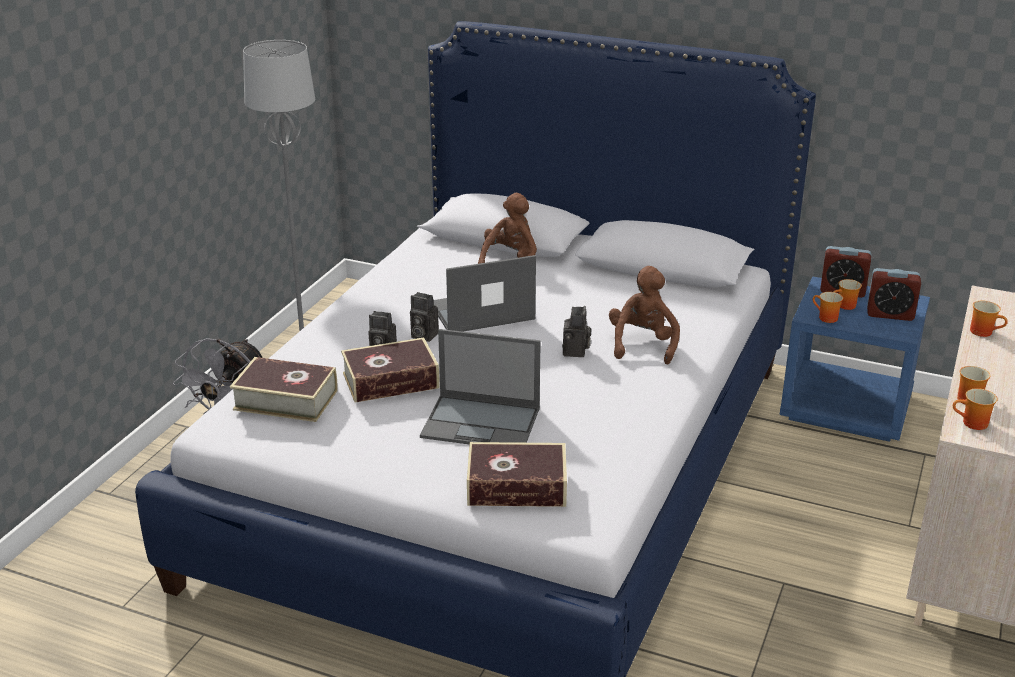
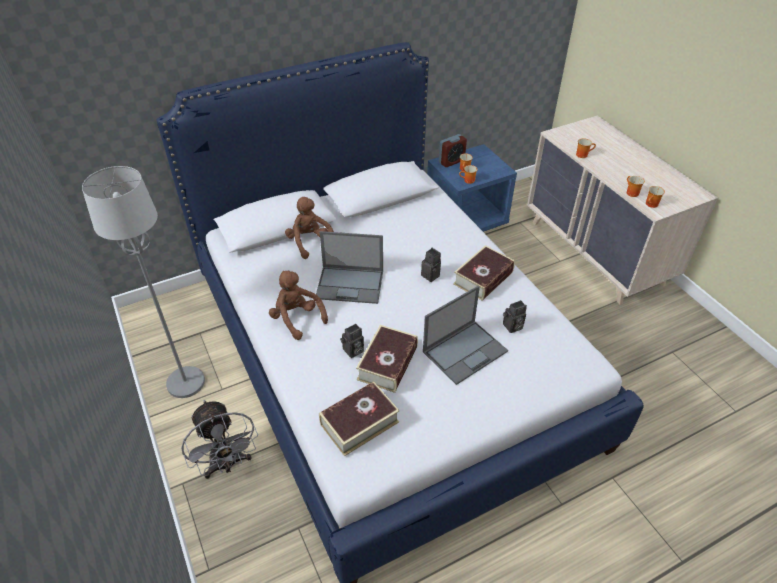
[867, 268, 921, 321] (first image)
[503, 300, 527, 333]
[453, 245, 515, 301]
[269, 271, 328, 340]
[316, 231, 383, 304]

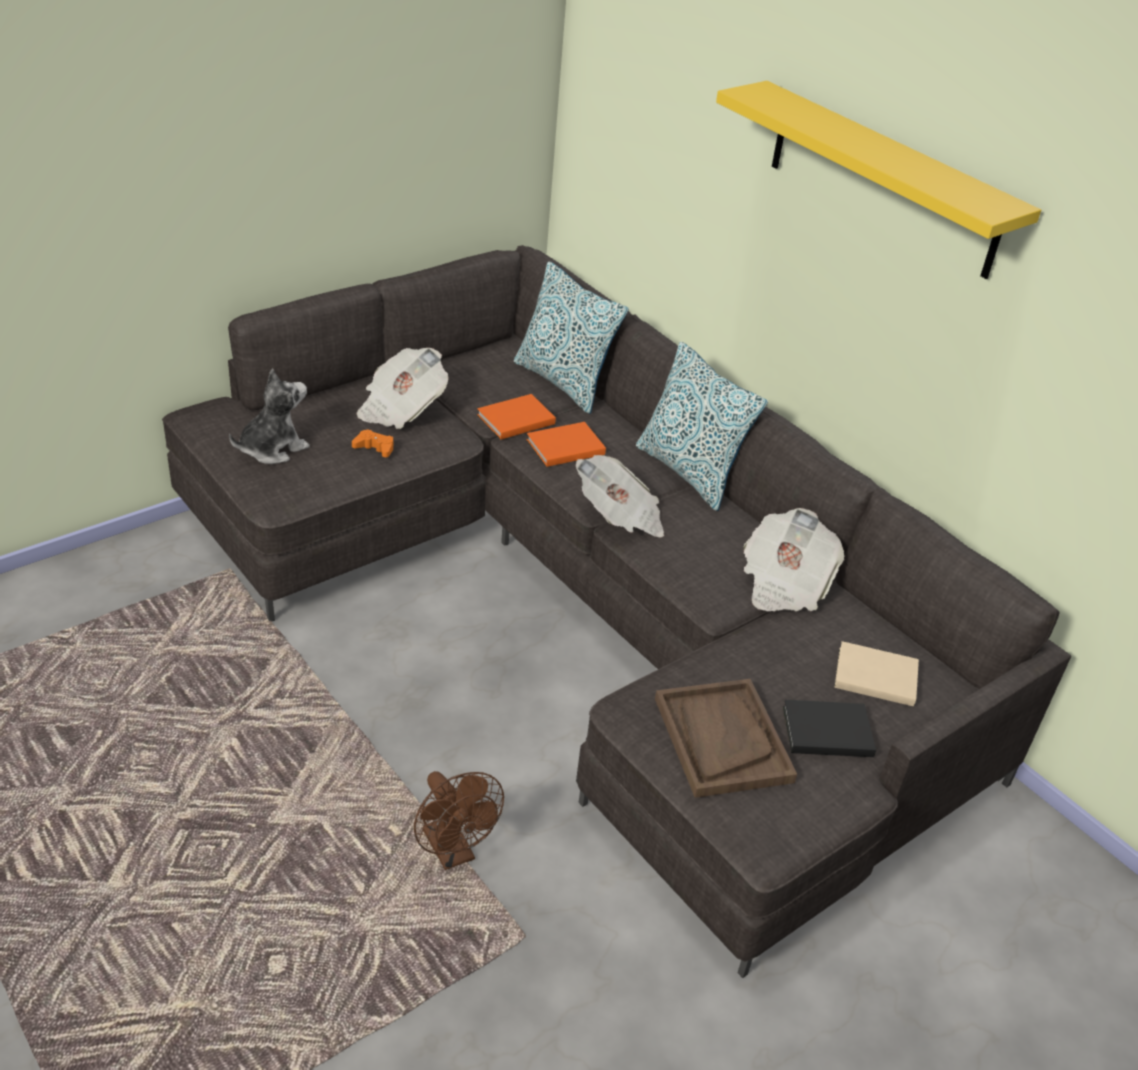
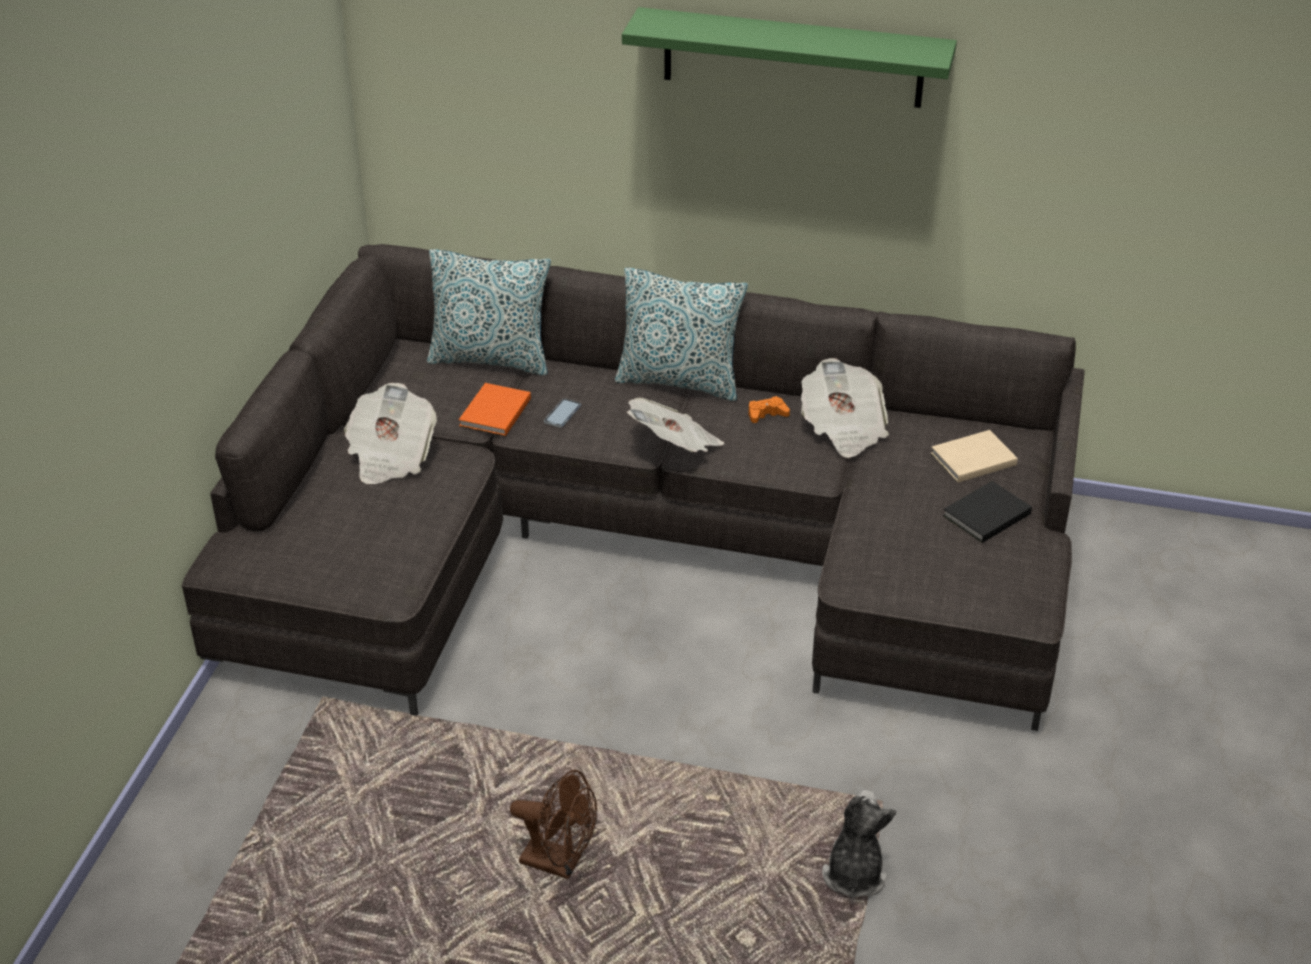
[655, 679, 797, 798] (first image)
[822, 790, 896, 898]
[748, 396, 790, 423]
[510, 770, 597, 879]
[544, 398, 581, 428]
[622, 7, 957, 108]

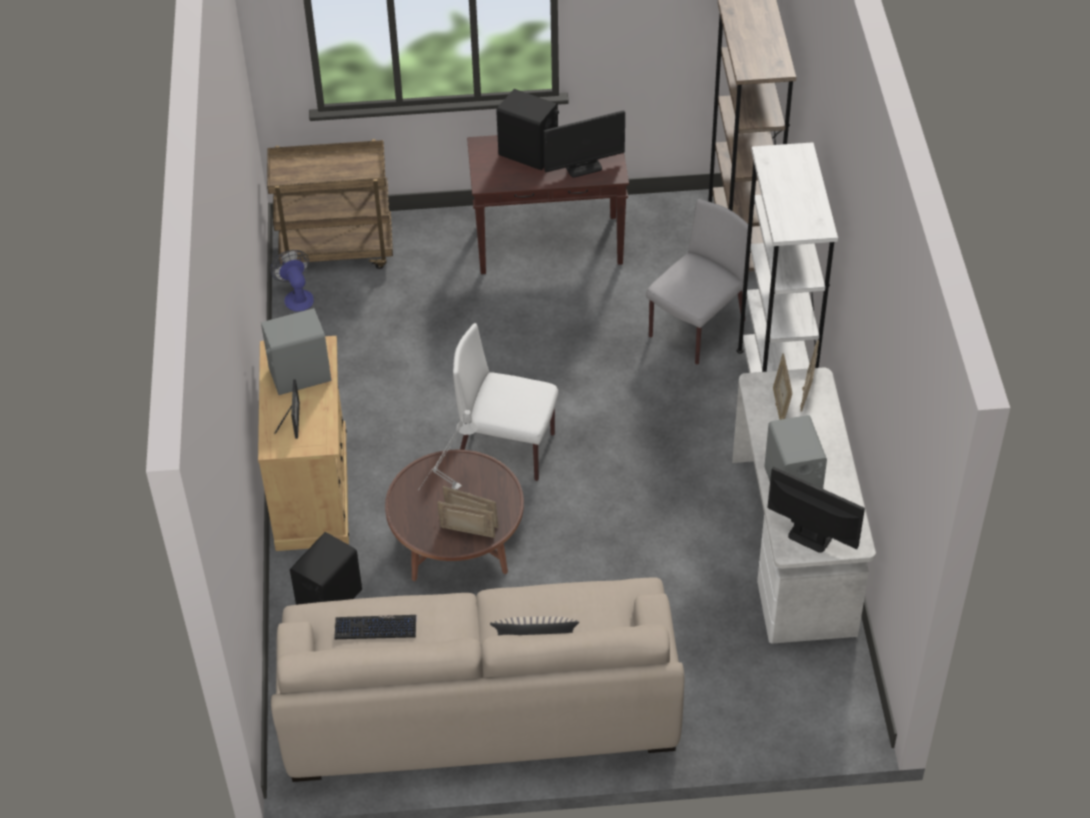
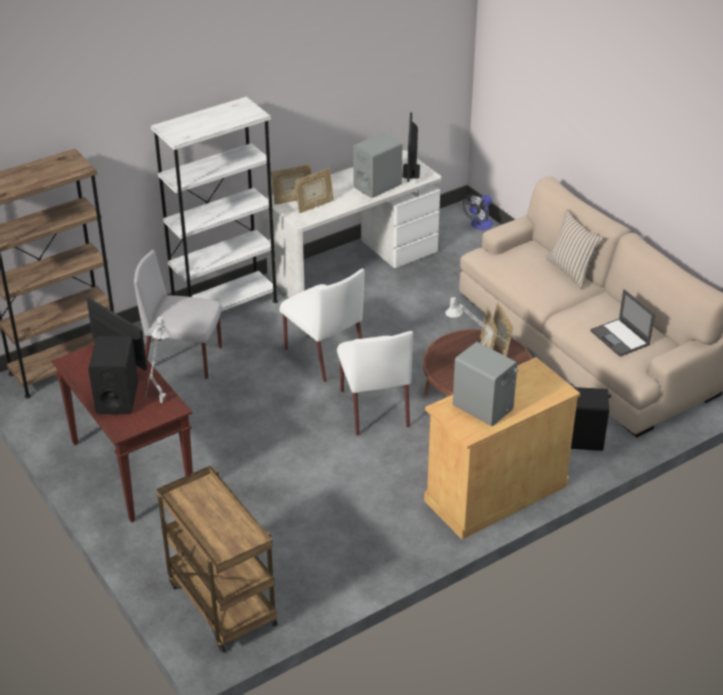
[274, 379, 300, 439] (first image)
[145, 317, 171, 403]
[279, 269, 365, 382]
[463, 195, 493, 230]
[590, 289, 655, 357]

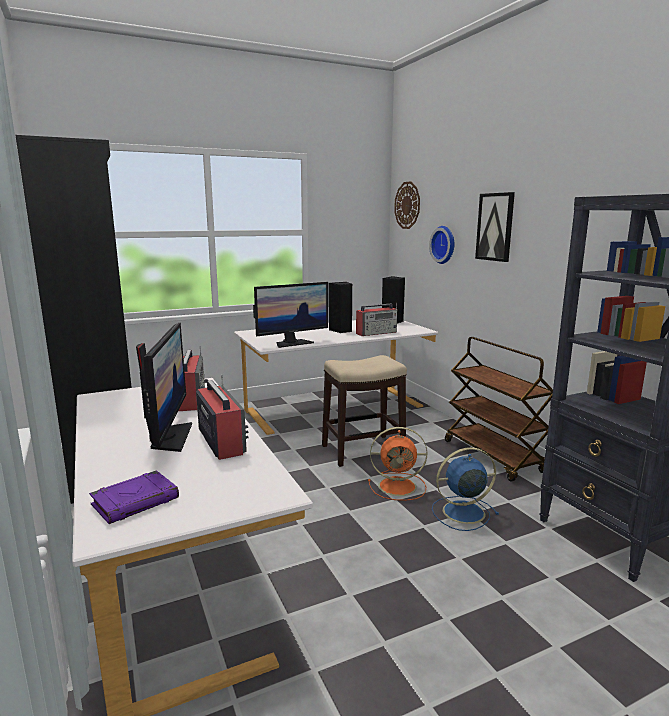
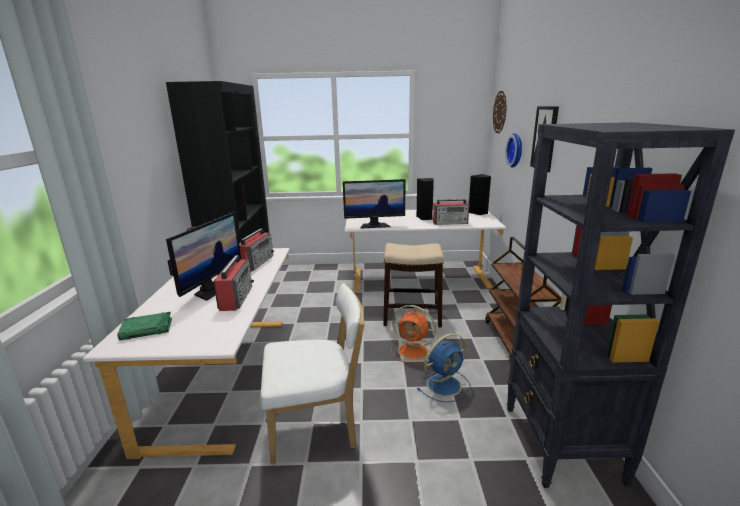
[260, 283, 365, 464]
[117, 312, 172, 340]
[417, 333, 471, 402]

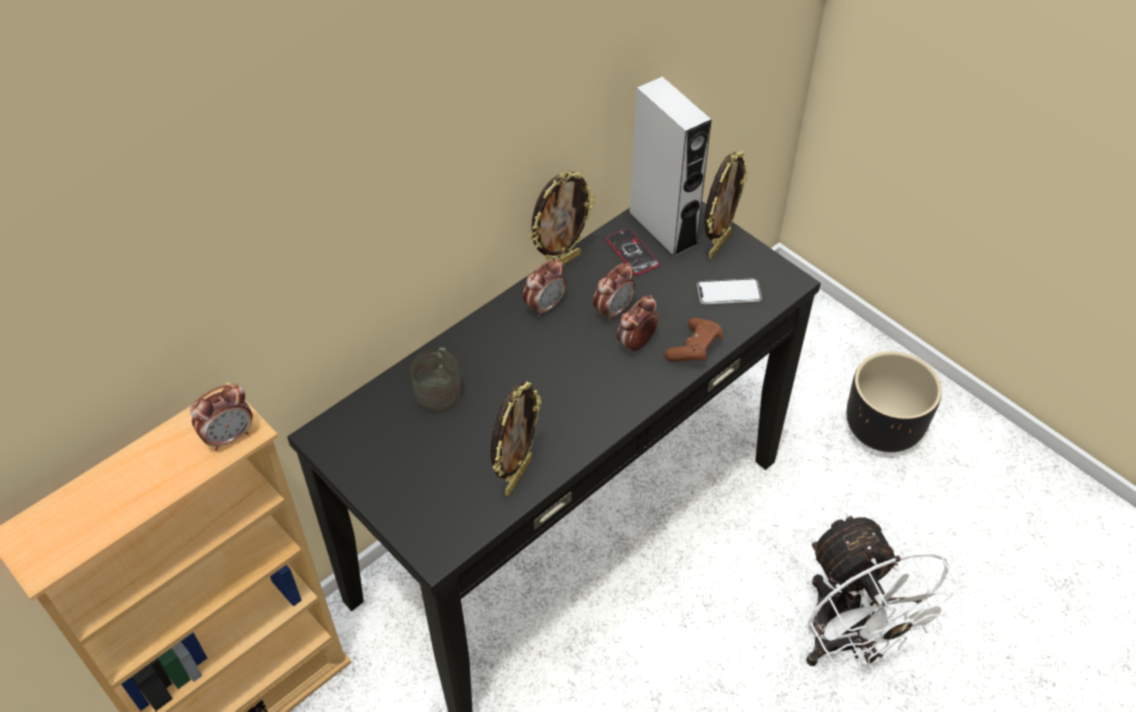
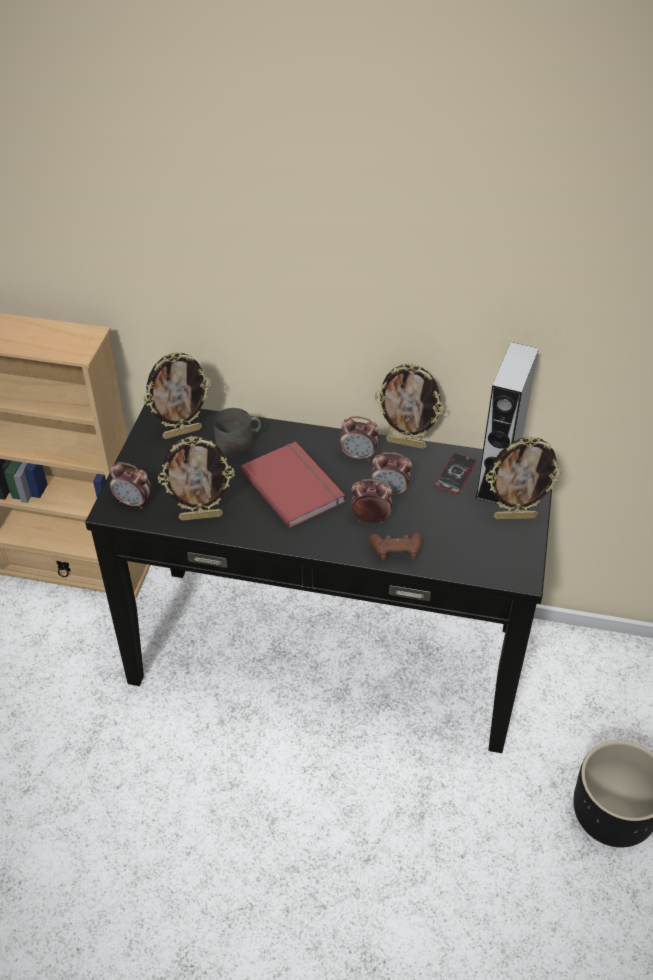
[697, 278, 762, 305] (first image)
[806, 512, 963, 667] (first image)
[143, 352, 211, 439]
[241, 441, 345, 528]
[110, 462, 152, 509]

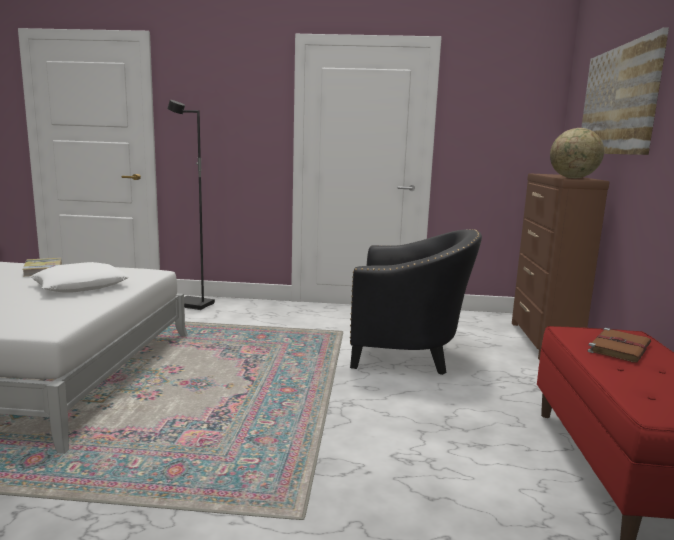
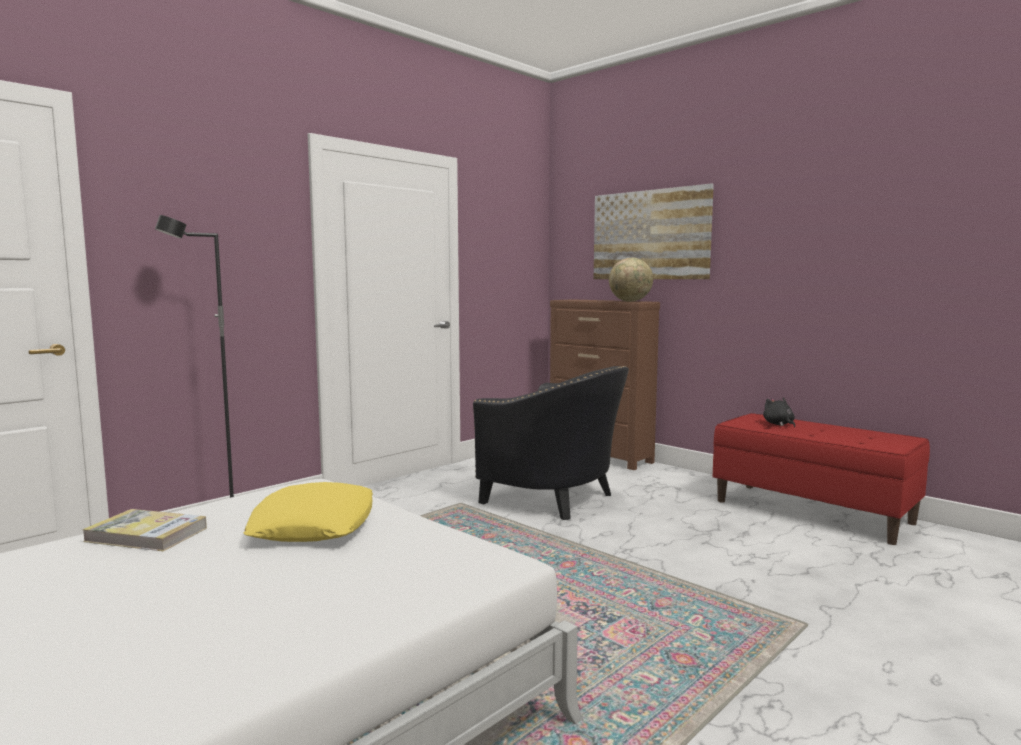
[763, 398, 795, 427]
[243, 482, 373, 542]
[473, 366, 629, 520]

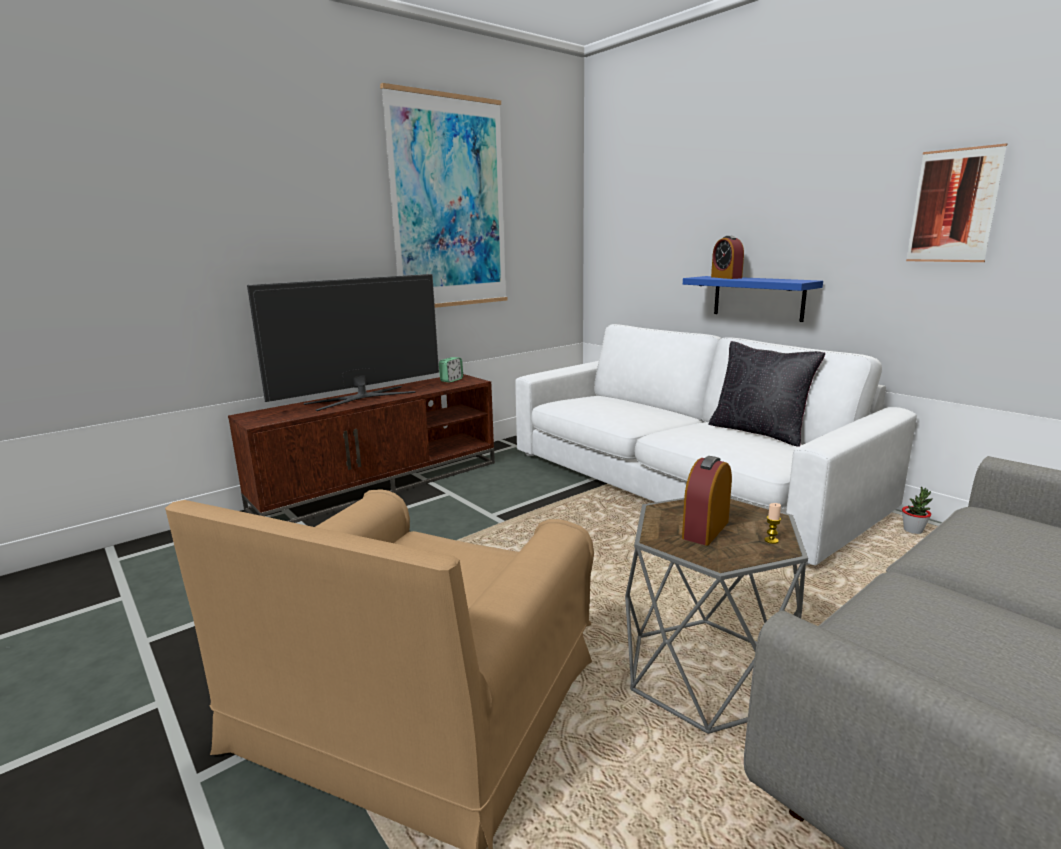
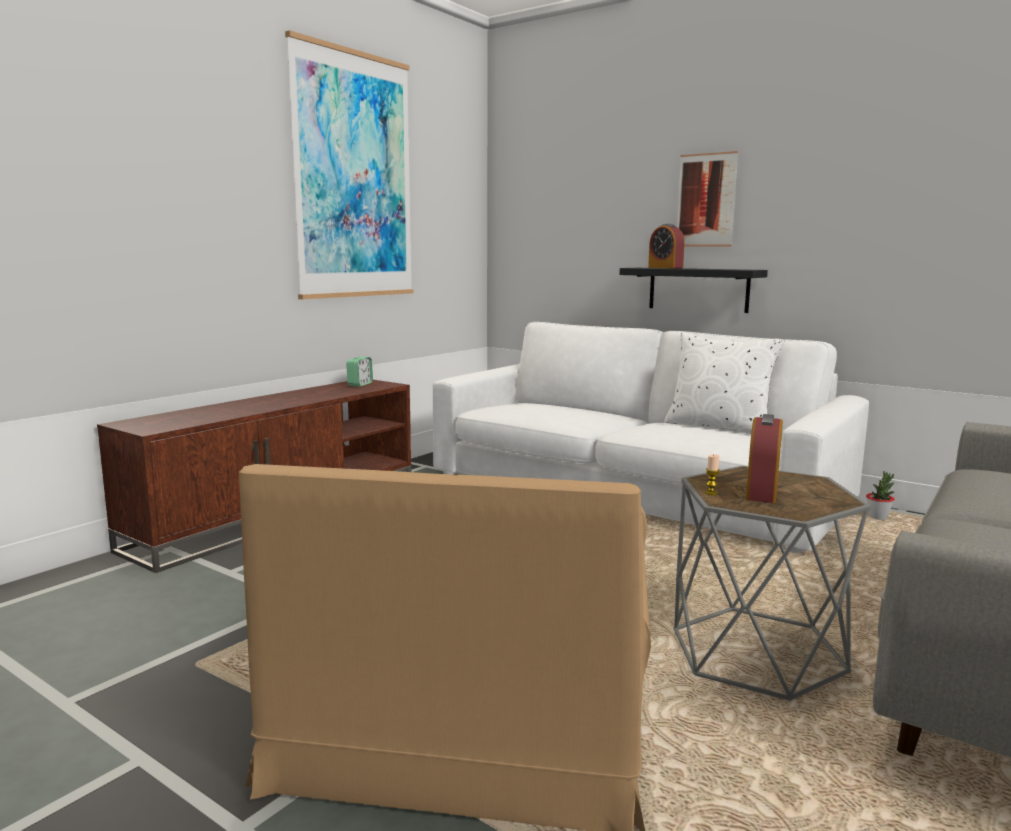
[247, 274, 439, 411] (first image)
[705, 454, 720, 495]
[677, 151, 739, 246]
[619, 268, 768, 313]
[664, 333, 785, 434]

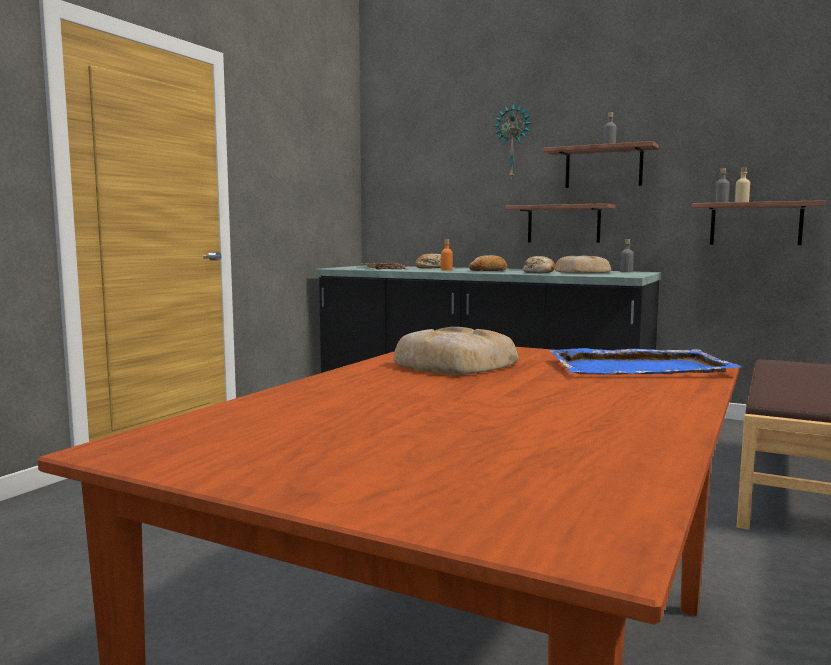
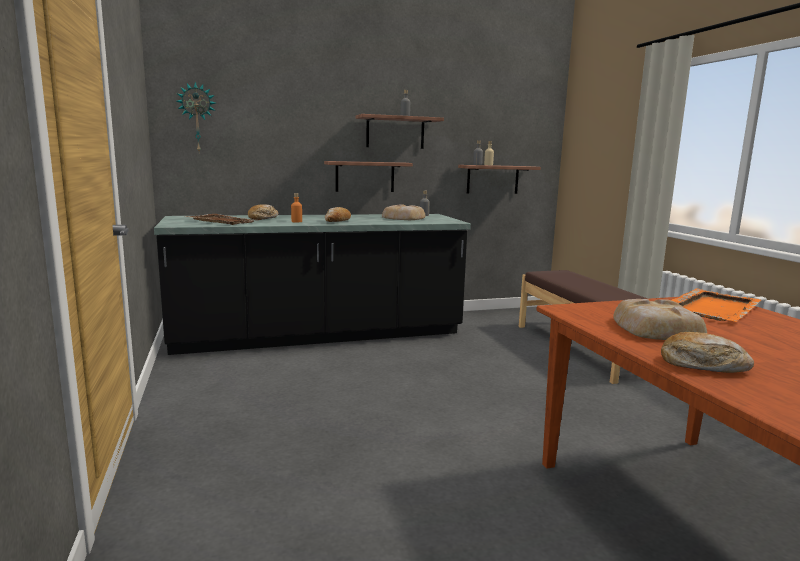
[176, 82, 215, 151]
[661, 332, 754, 373]
[672, 288, 761, 322]

